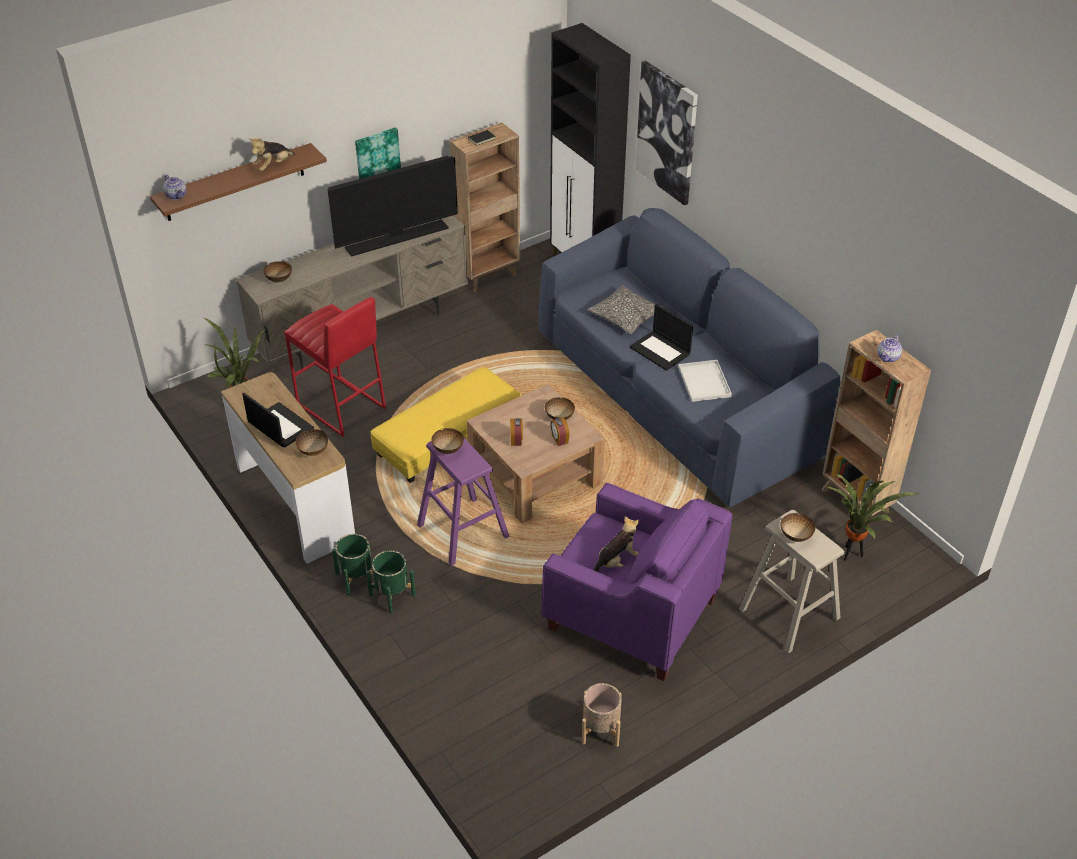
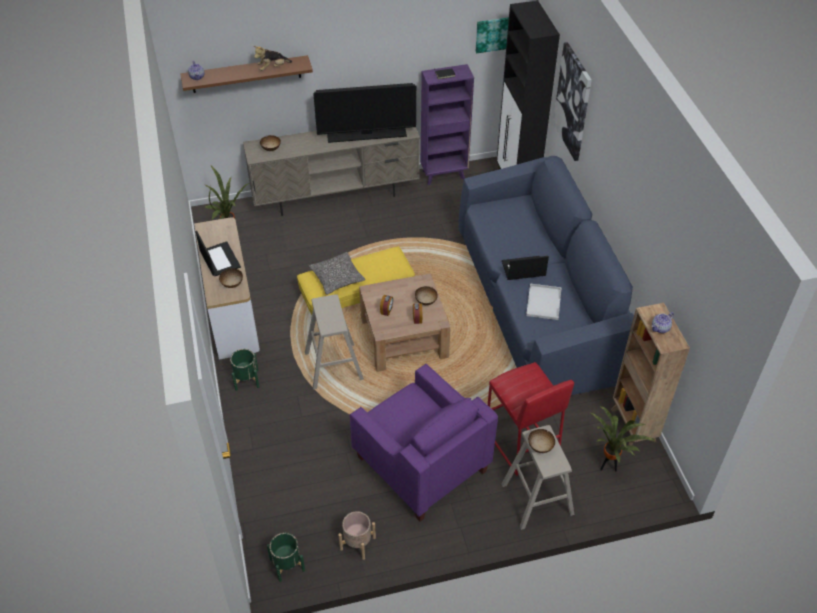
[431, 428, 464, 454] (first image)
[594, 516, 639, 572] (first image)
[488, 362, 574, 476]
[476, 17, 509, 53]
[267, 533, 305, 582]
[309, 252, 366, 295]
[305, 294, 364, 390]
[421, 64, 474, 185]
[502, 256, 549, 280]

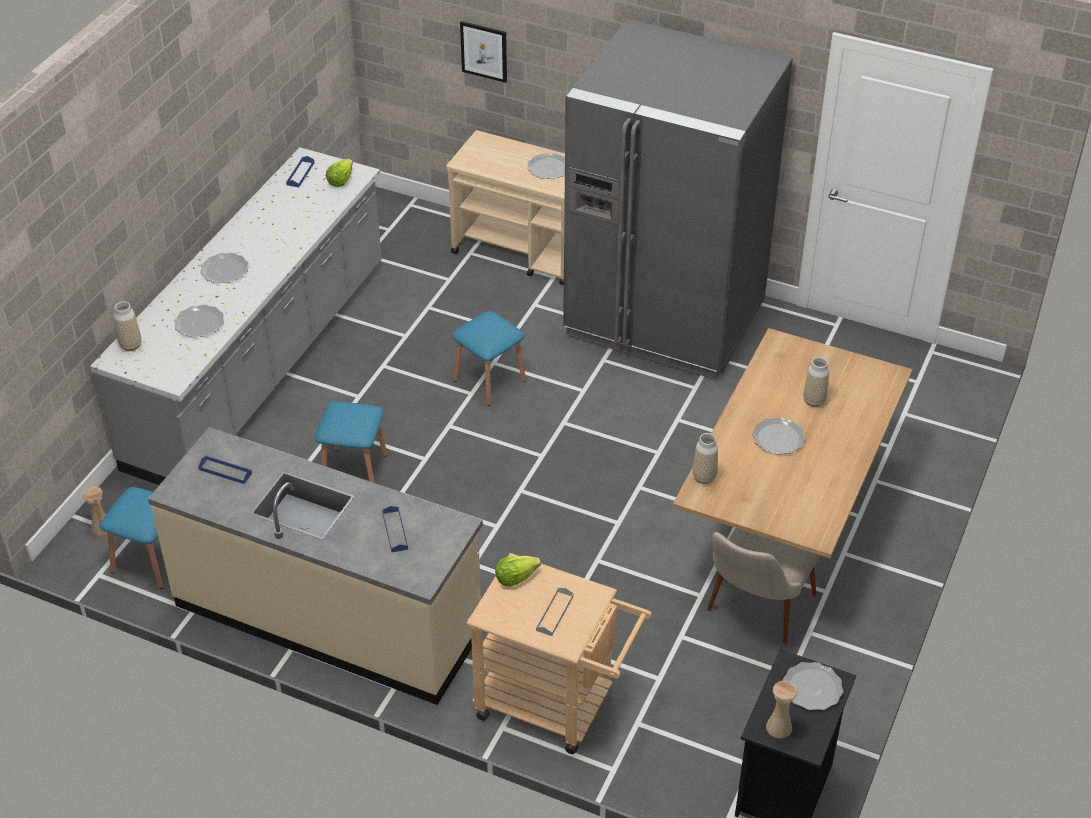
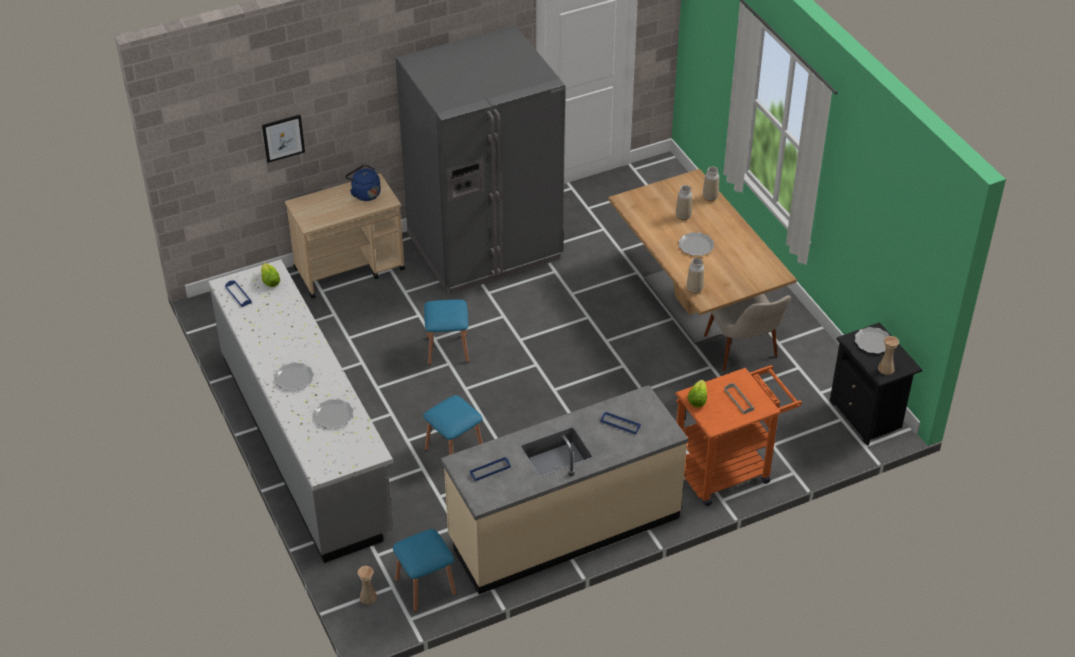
[703, 167, 719, 201]
[345, 164, 381, 201]
[675, 365, 802, 506]

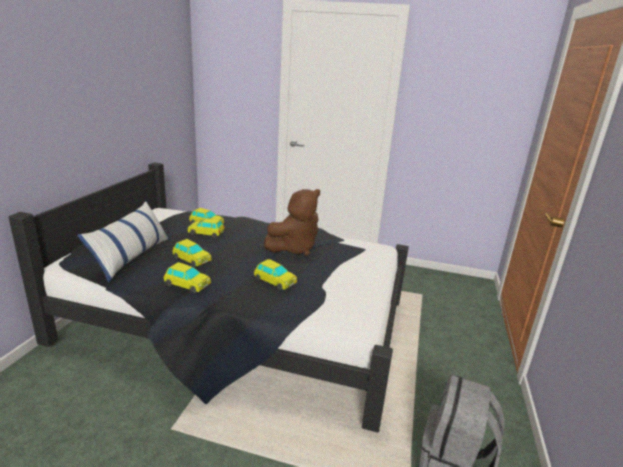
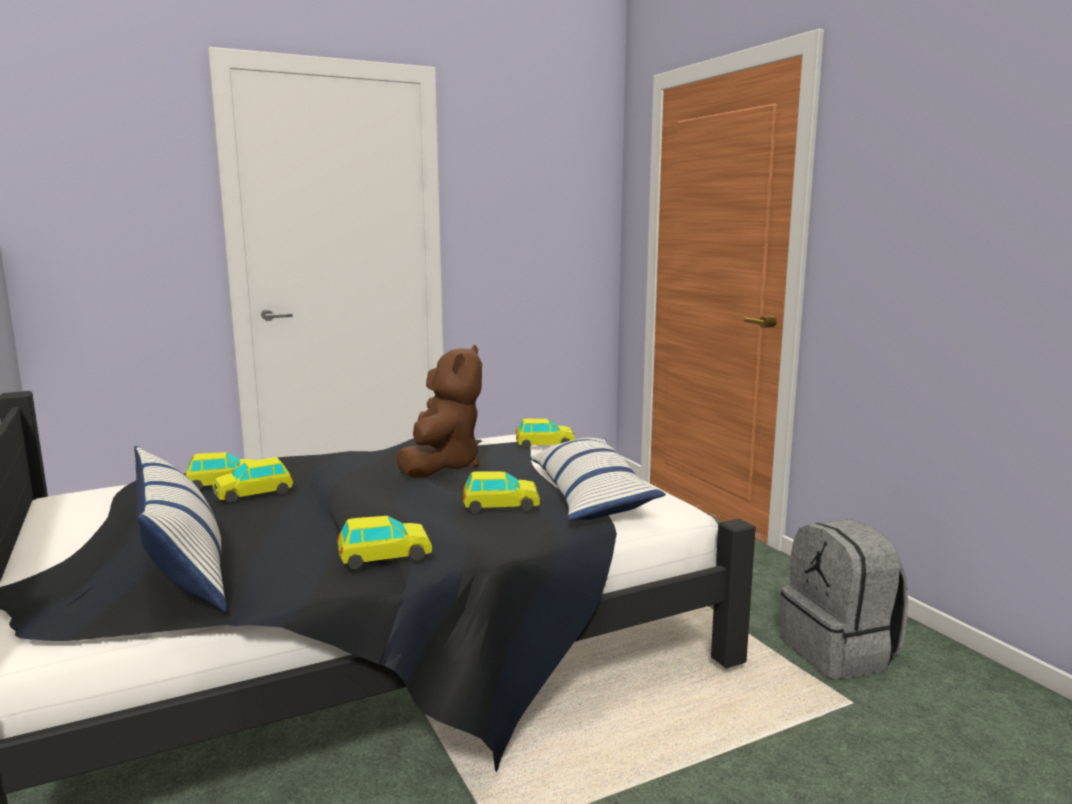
[530, 438, 666, 520]
[516, 419, 575, 449]

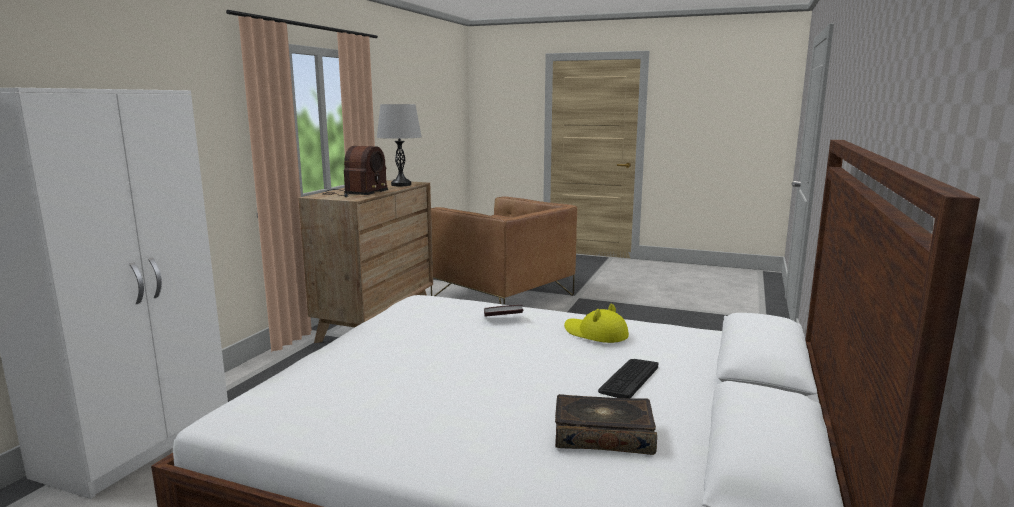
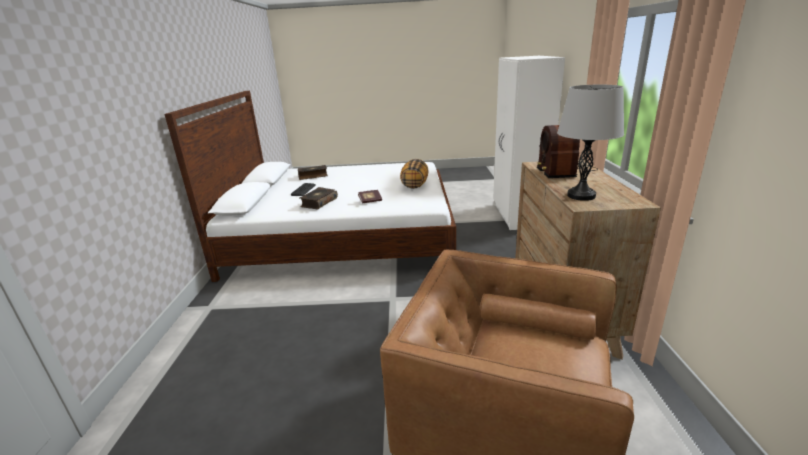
[400, 159, 429, 189]
[300, 187, 338, 210]

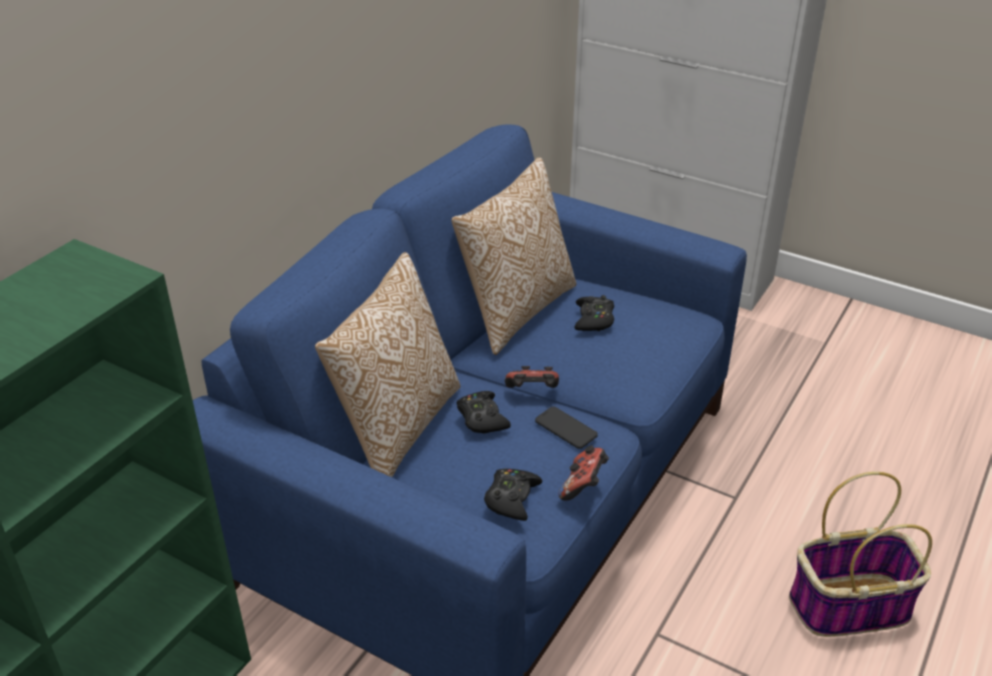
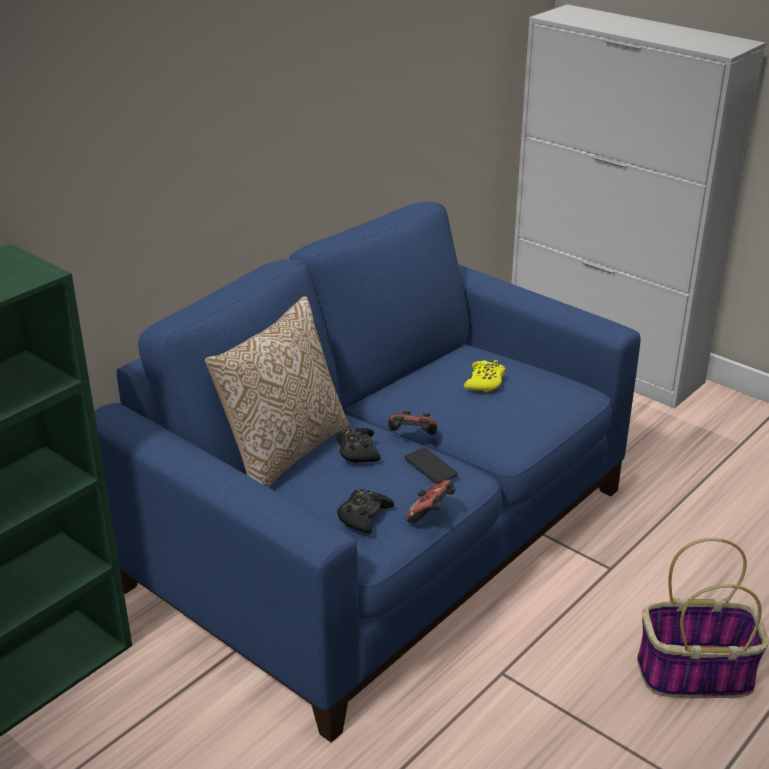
[451, 157, 576, 355] (first image)
[464, 360, 506, 392]

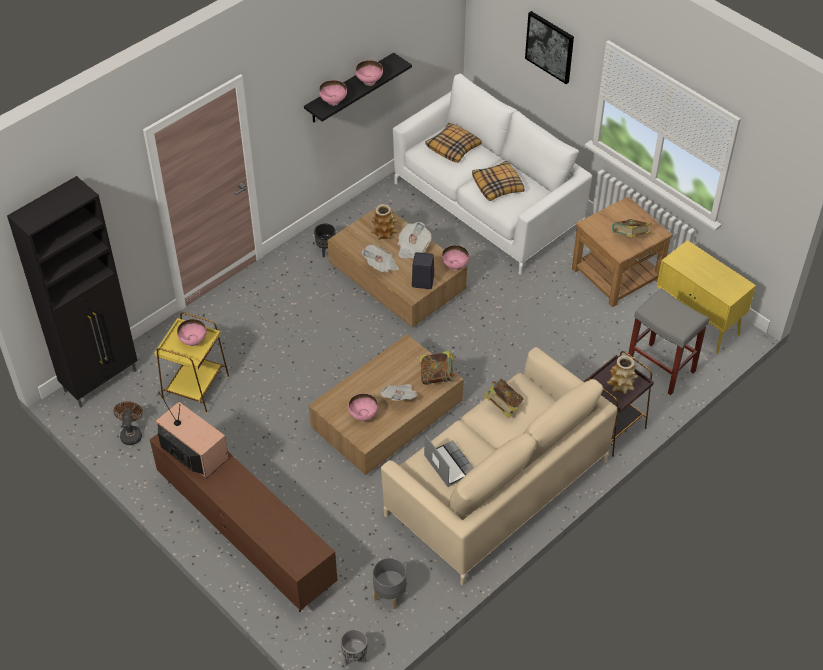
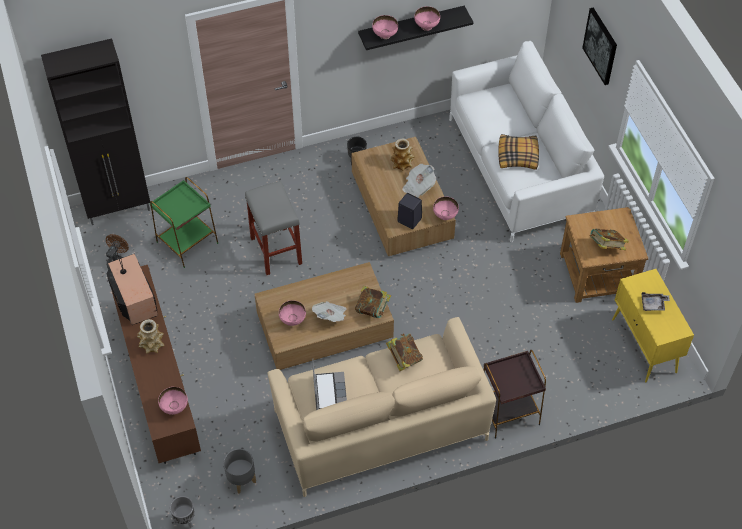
[362, 245, 399, 272] (first image)
[425, 123, 482, 163] (first image)
[642, 292, 670, 311]
[158, 387, 188, 415]
[137, 319, 164, 354]
[245, 181, 302, 275]
[150, 177, 218, 268]

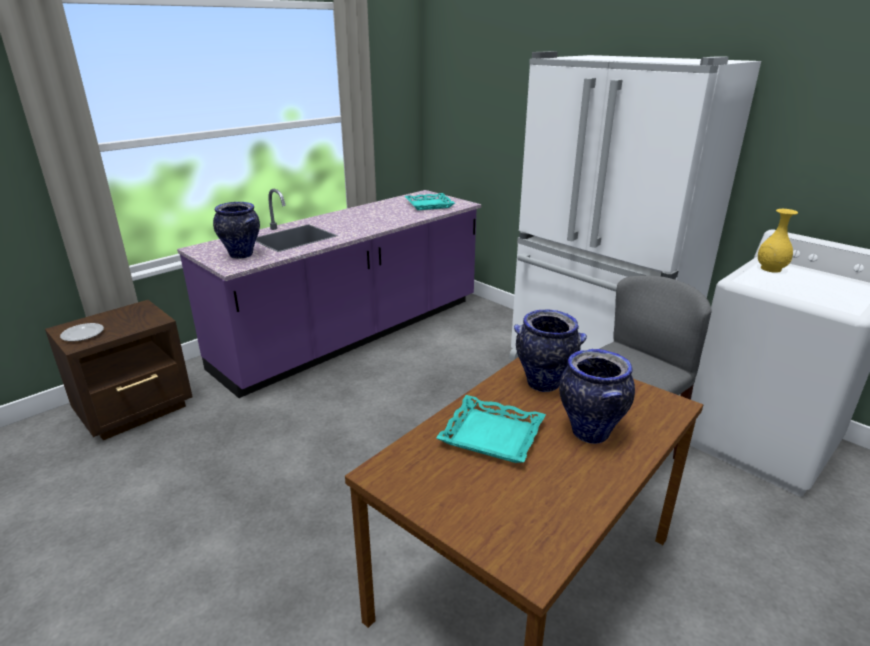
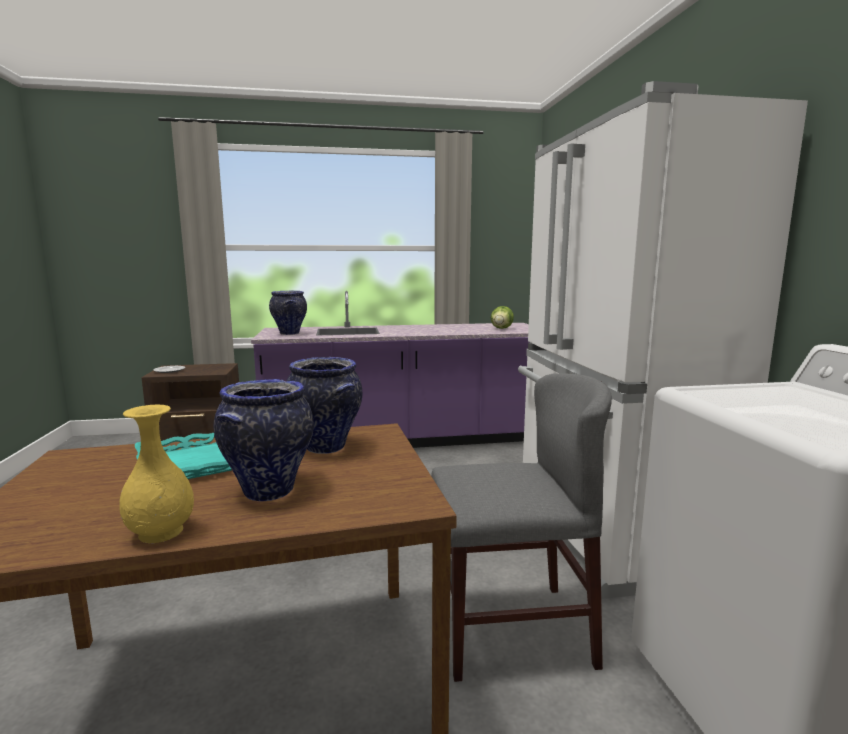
[119, 405, 194, 543]
[491, 306, 514, 329]

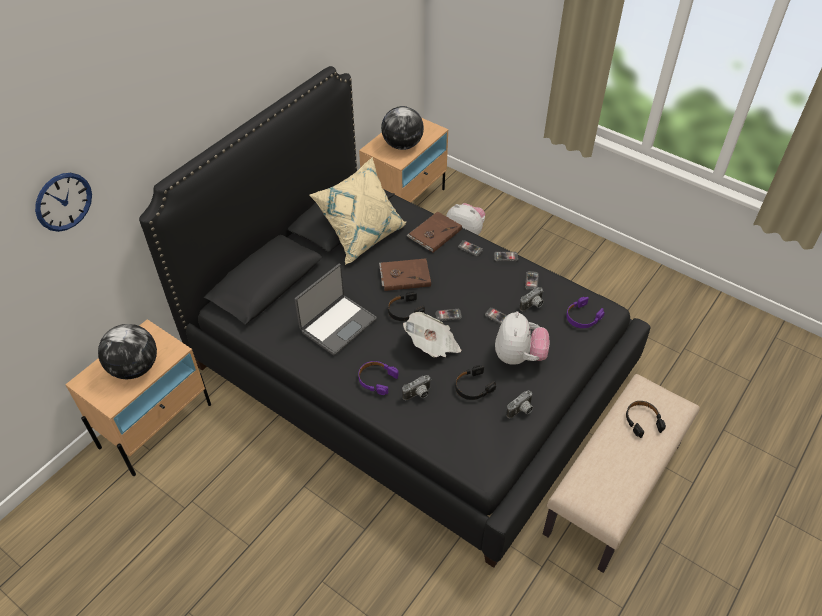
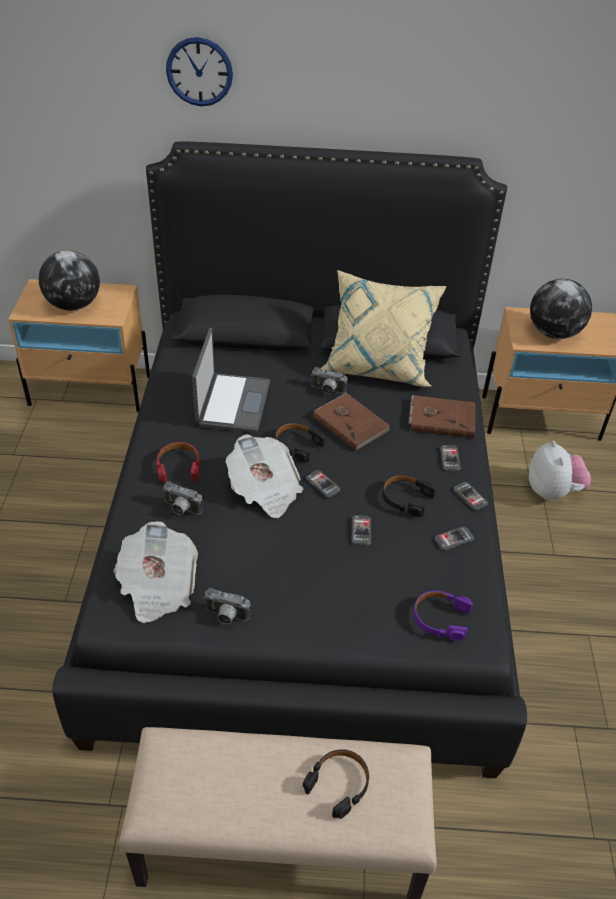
[495, 311, 549, 365] (first image)
[114, 521, 198, 623]
[166, 37, 233, 106]
[383, 475, 436, 517]
[311, 367, 347, 394]
[156, 442, 200, 484]
[192, 328, 270, 433]

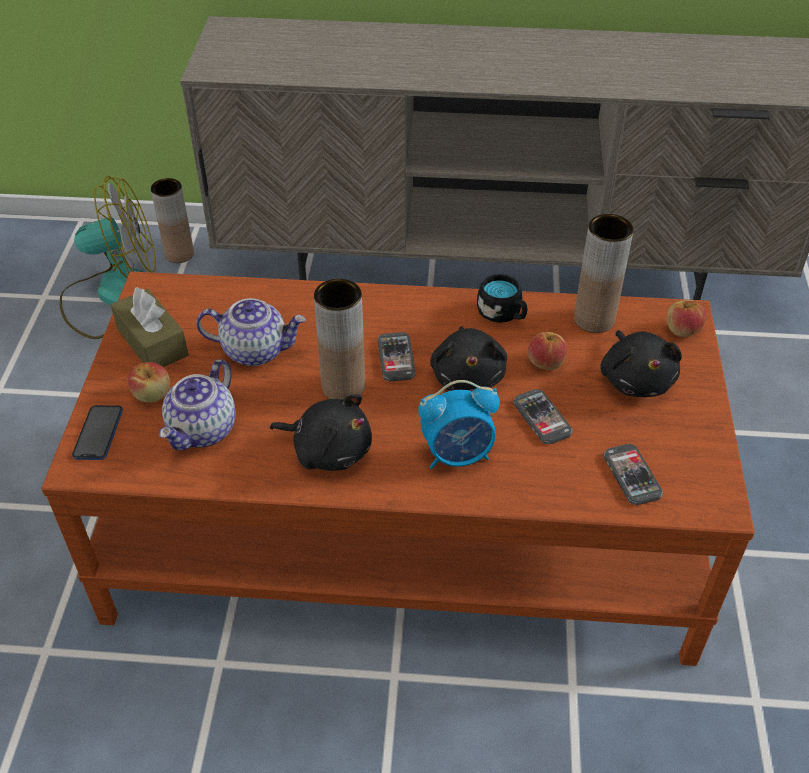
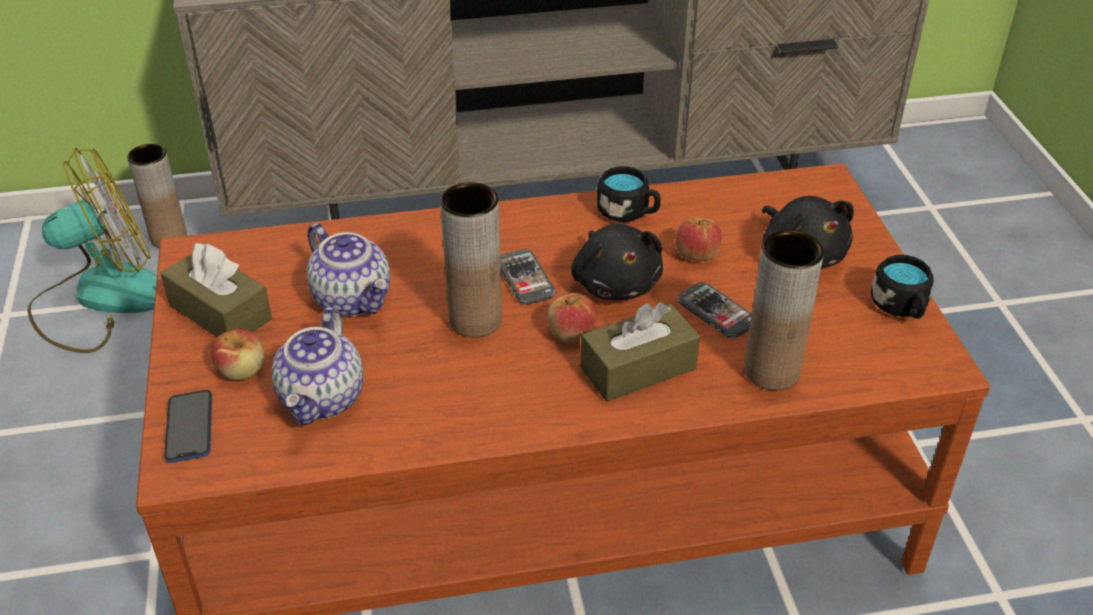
[270, 394, 372, 471] (first image)
[603, 444, 663, 505] (first image)
[871, 255, 934, 319]
[744, 230, 824, 390]
[548, 293, 597, 343]
[580, 302, 700, 402]
[307, 223, 390, 316]

